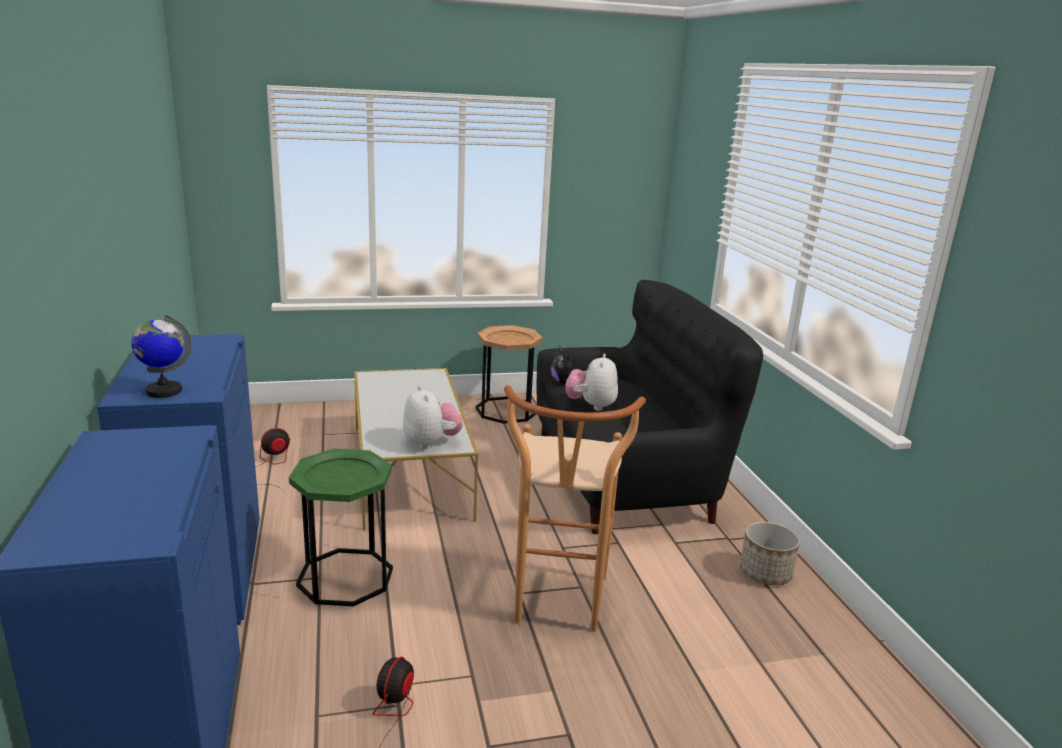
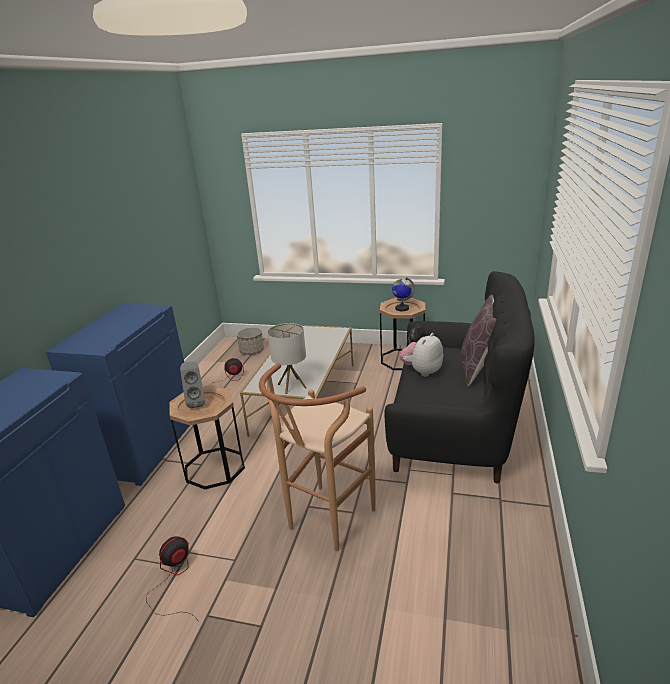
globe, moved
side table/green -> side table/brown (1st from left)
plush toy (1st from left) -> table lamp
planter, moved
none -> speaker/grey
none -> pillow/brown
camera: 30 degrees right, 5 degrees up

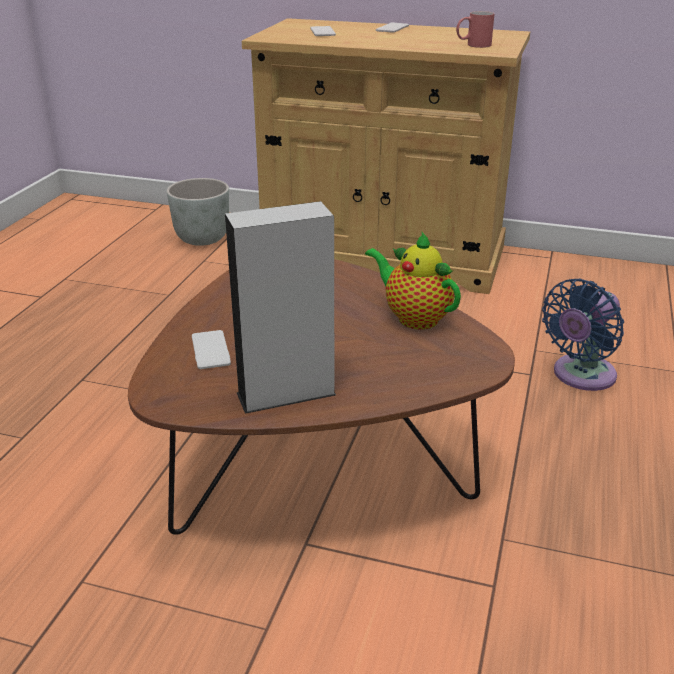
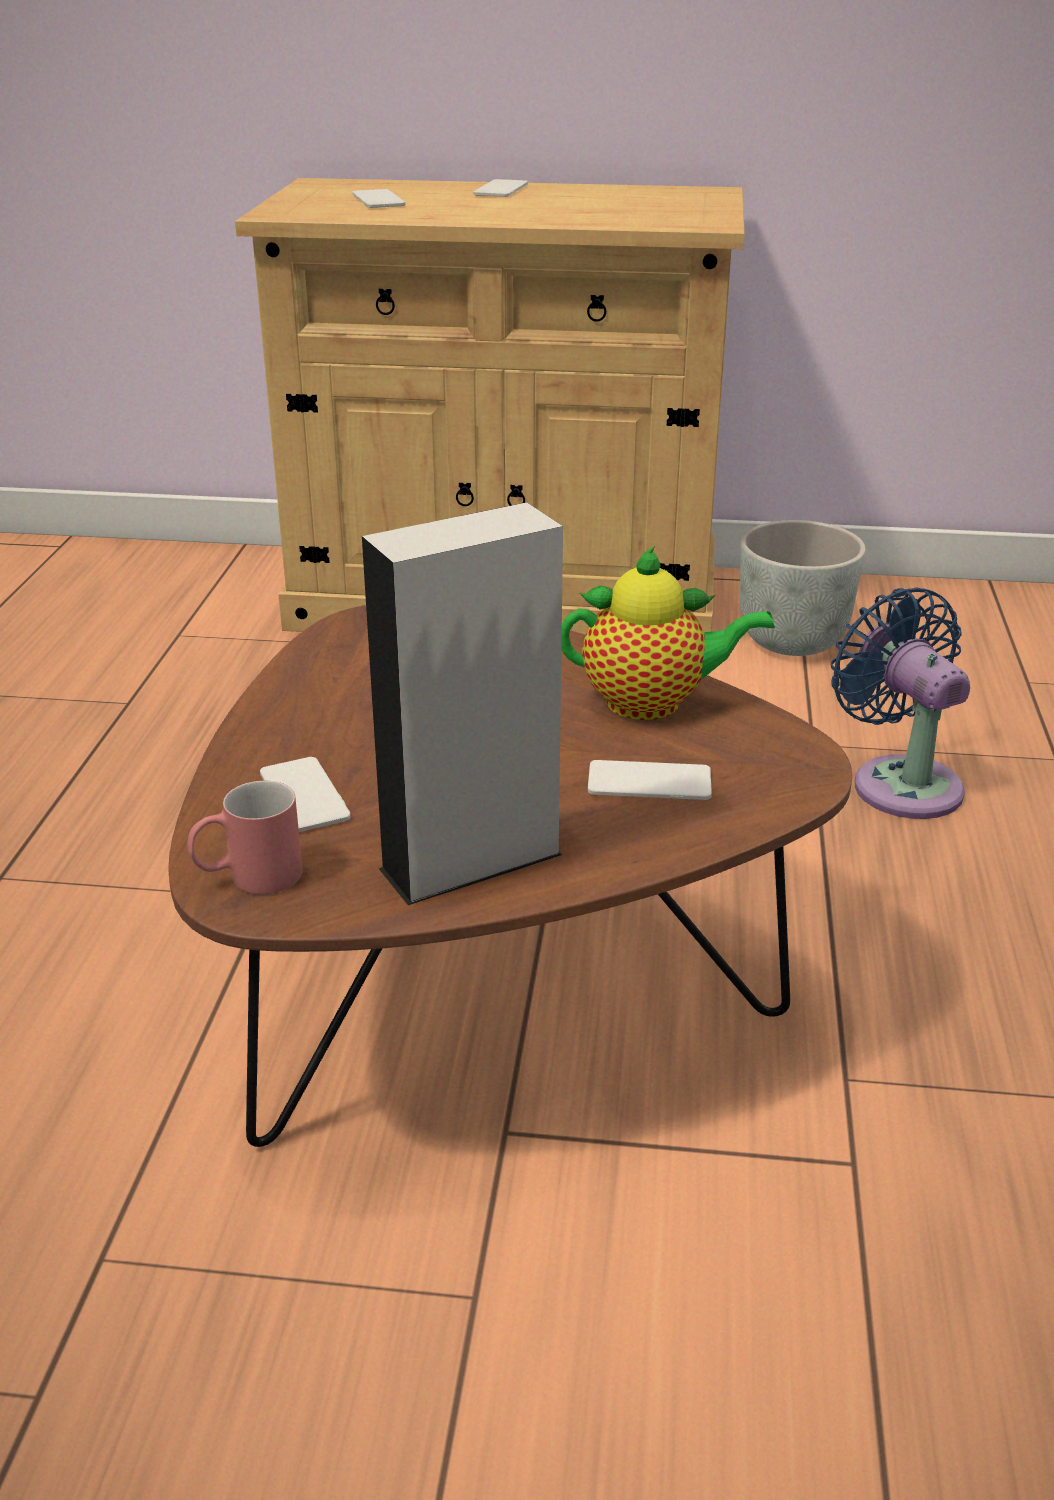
planter/grey, moved
teapot, 150 degrees clockwise
mug/red, moved
fan/blue, 120 degrees clockwise
none -> phone (4th from left)
camera: 10 degrees left, 0 degrees up

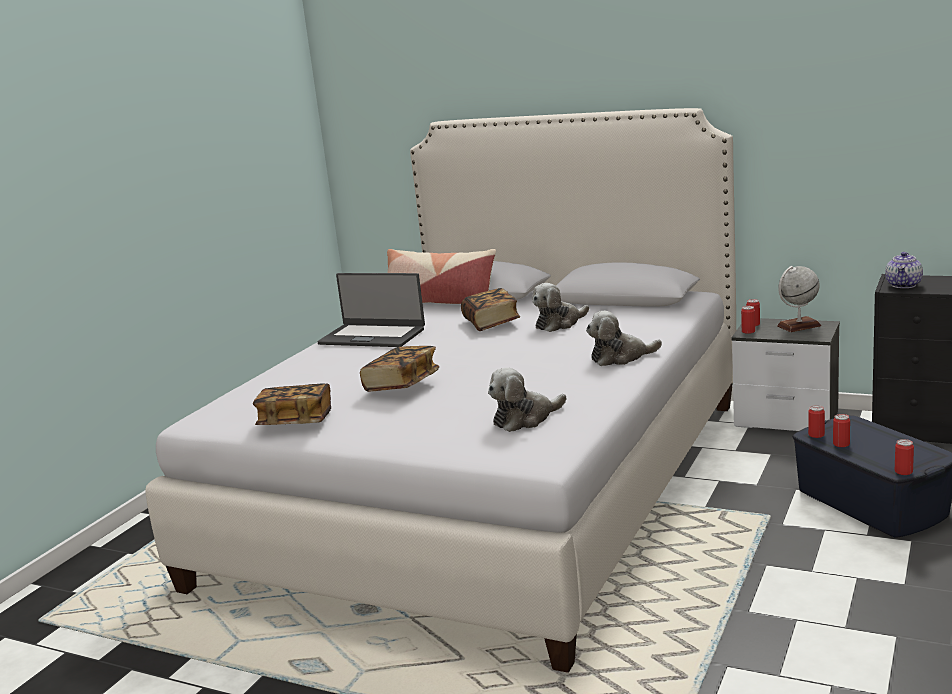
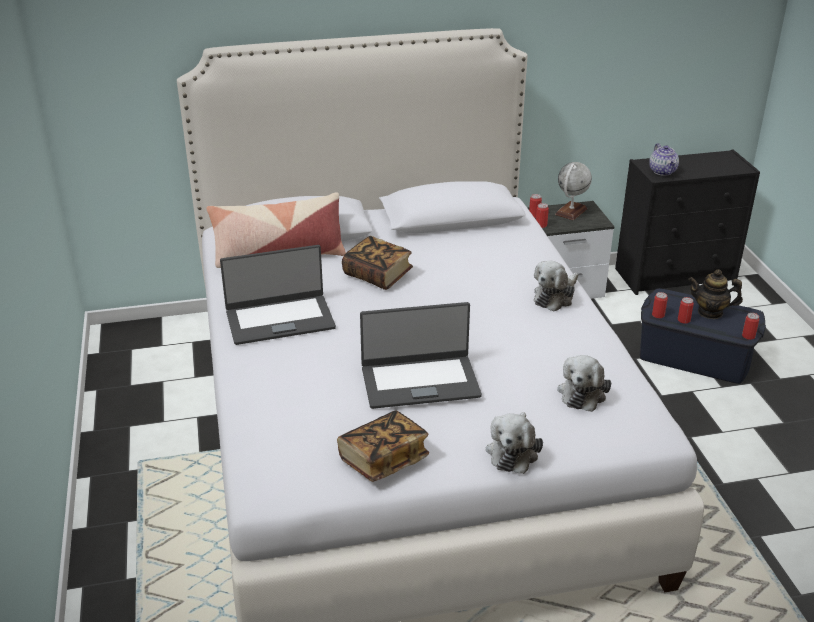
book (2nd from left) -> laptop (2nd from left)
plush toy (2nd from left in the first image) -> plush toy (1st from left), moved
none -> teapot (2nd from left)
camera: 40 degrees left, 15 degrees up

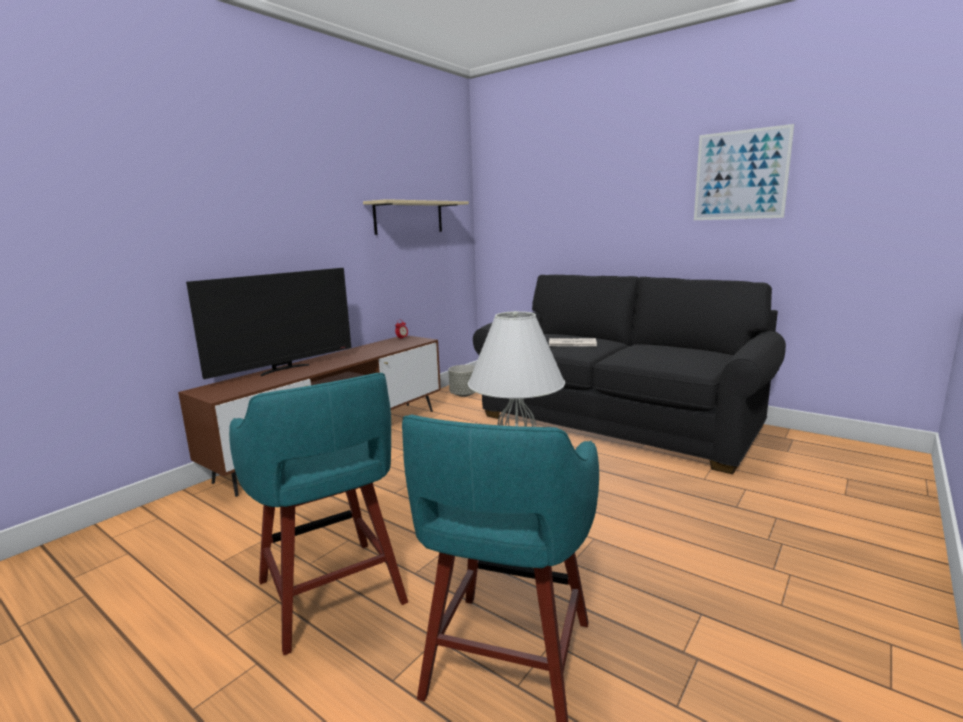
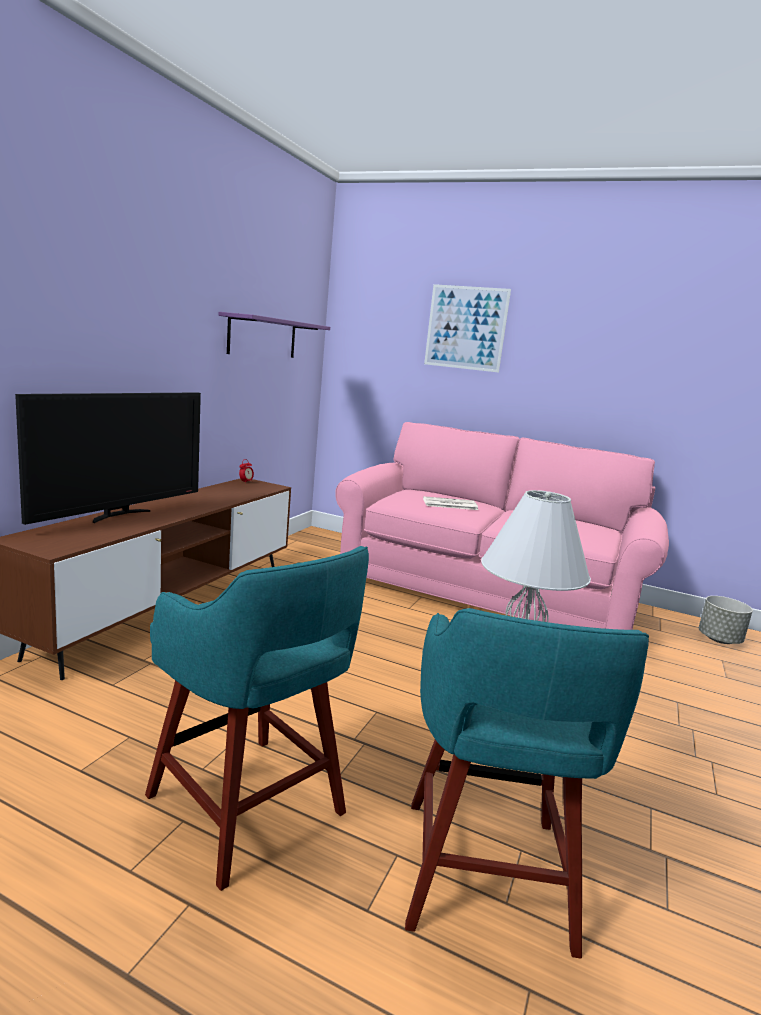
shelf/beige -> shelf/purple
planter/grey, moved
sofa/black -> sofa/pink
picture, moved
camera: 15 degrees left, 0 degrees up

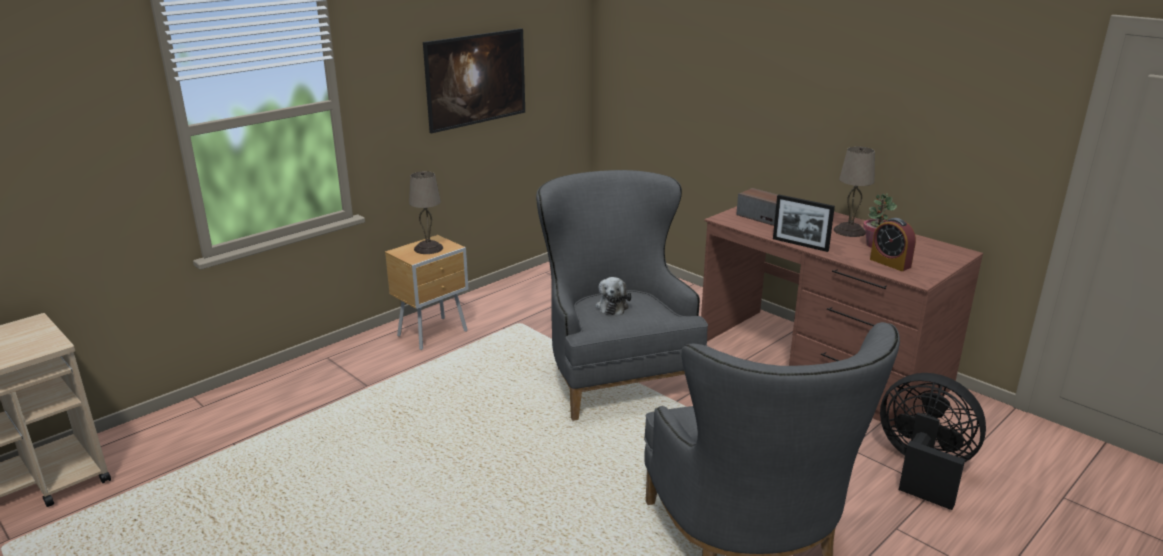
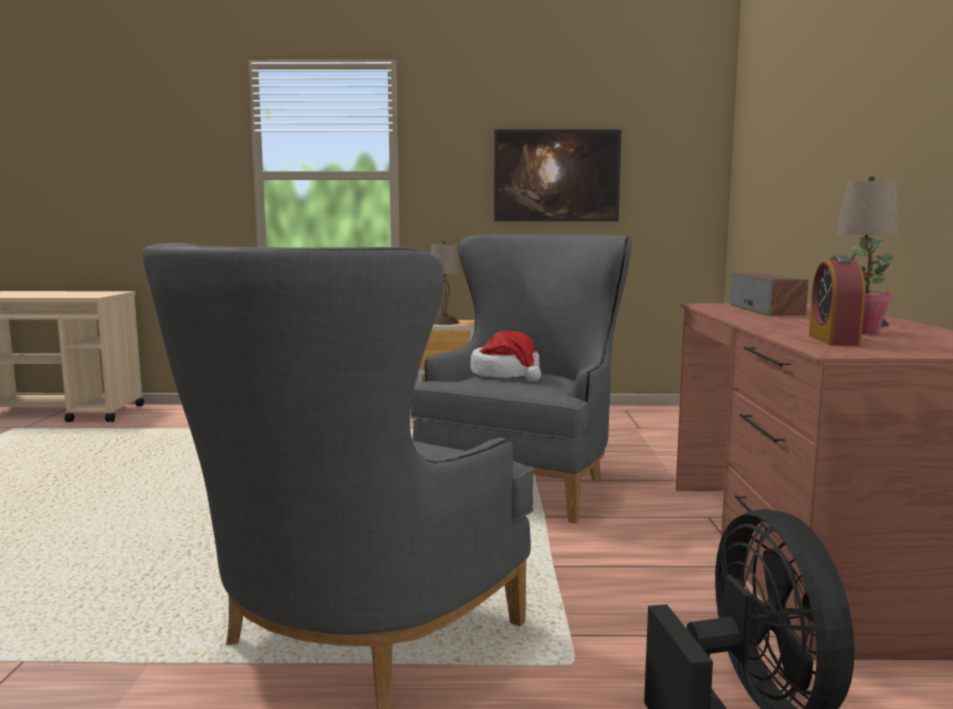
plush toy -> hat
picture frame -> none
camera: 45 degrees right, 15 degrees down

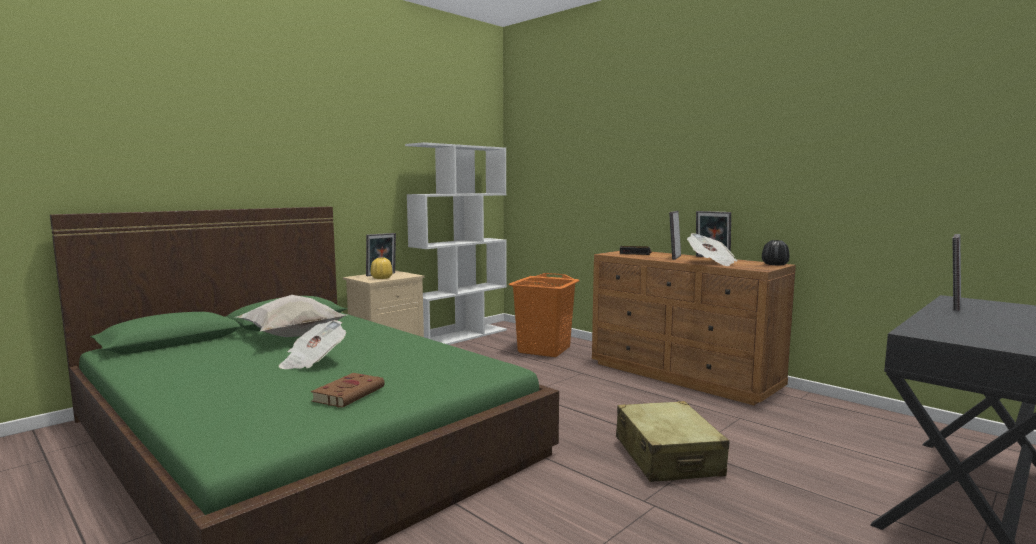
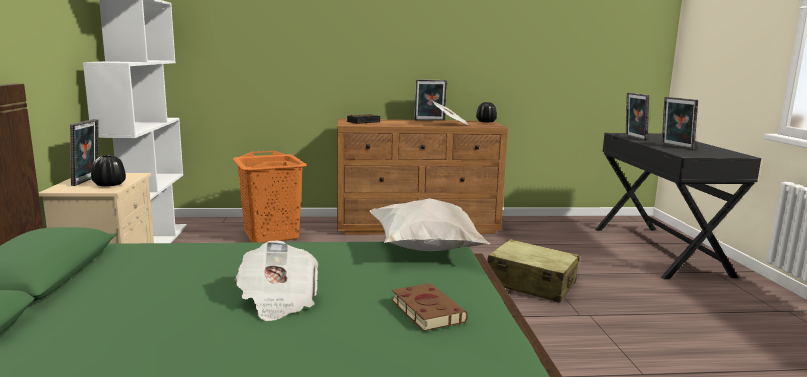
pillow/white, moved
vase/yellow -> vase/black (1st from left)
picture frame (2nd from left in the first image) -> picture frame (4th from left), moved
camera: 50 degrees left, 5 degrees up

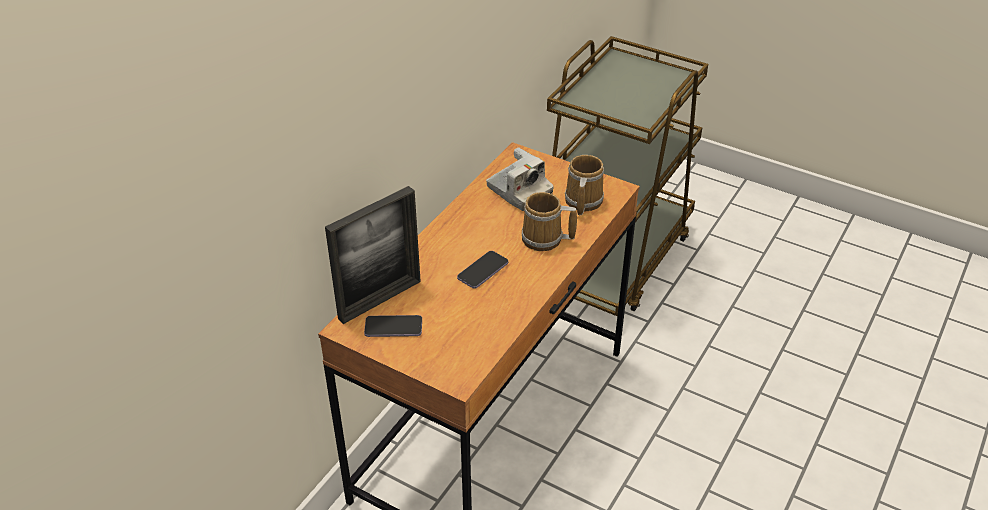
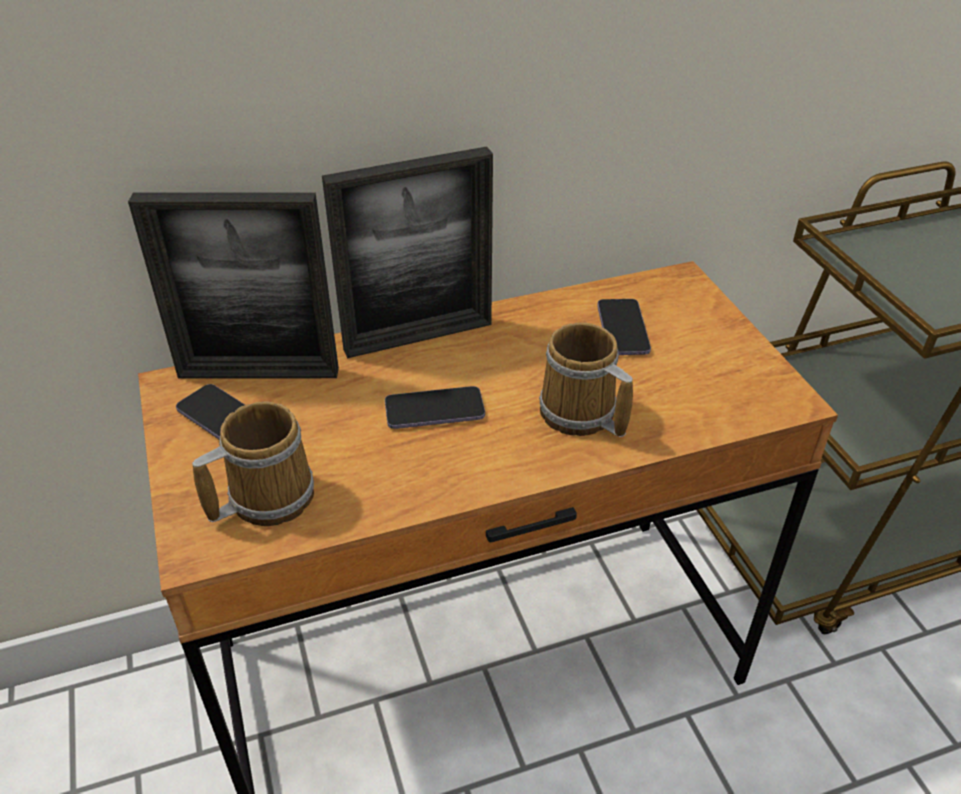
photo camera -> phone (3rd from left)
mug (2nd from left in the first image) -> mug (1st from left), moved
none -> picture frame (2nd from left)
camera: 40 degrees right, 0 degrees up

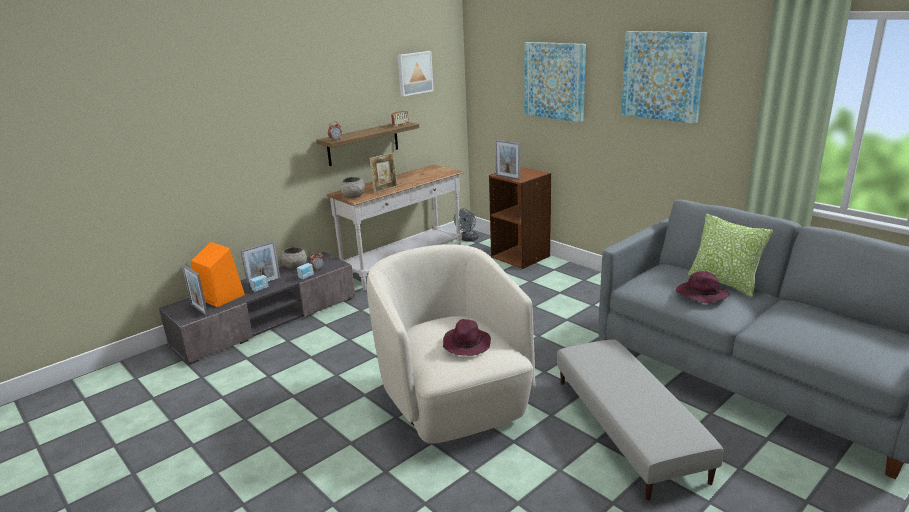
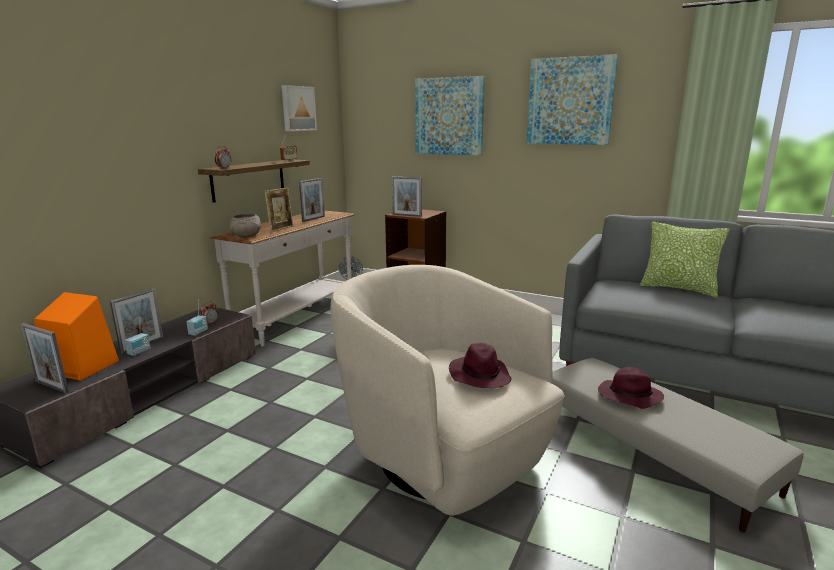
bowl/grey (1st from left) -> none
hat/purple (2nd from left), moved
none -> picture frame (4th from left)
camera: 20 degrees left, 5 degrees down

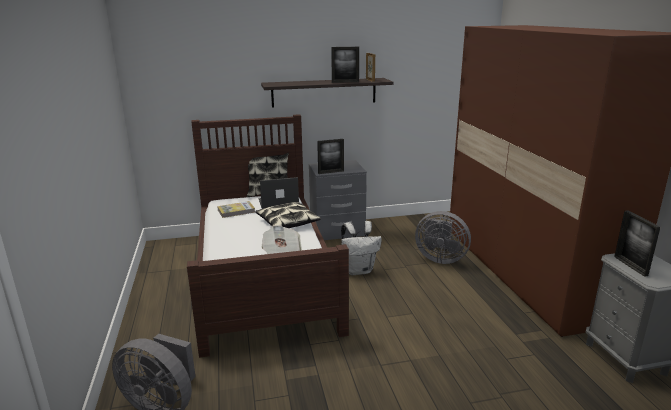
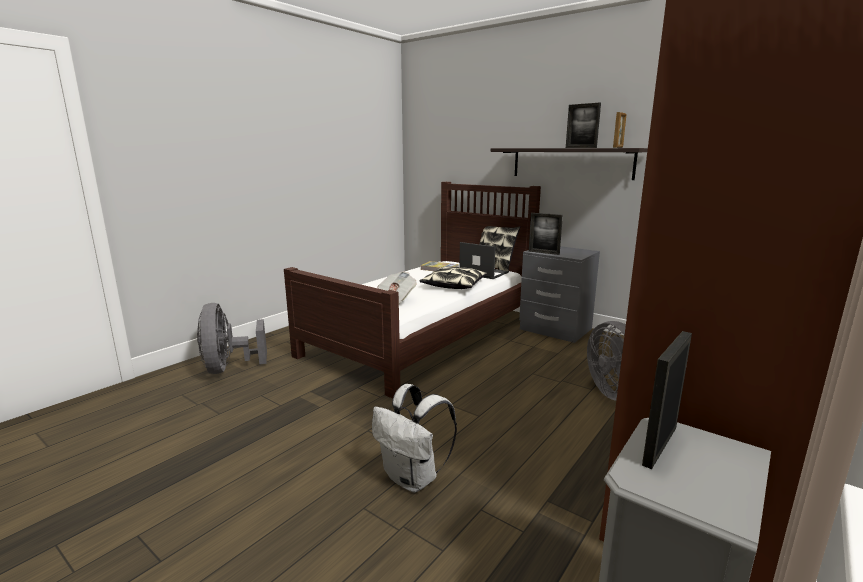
backpack/white, moved
camera: 50 degrees right, 5 degrees down

